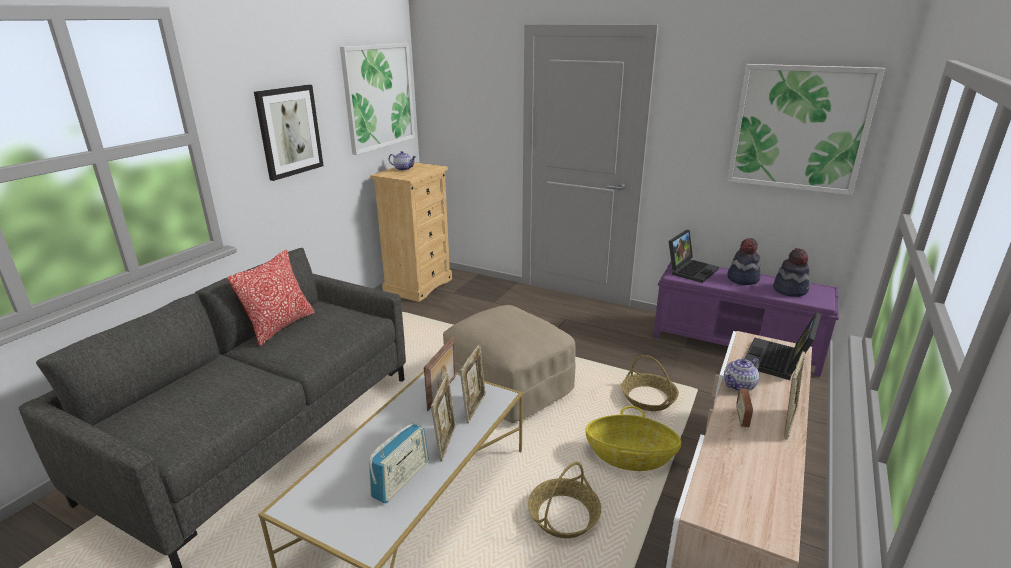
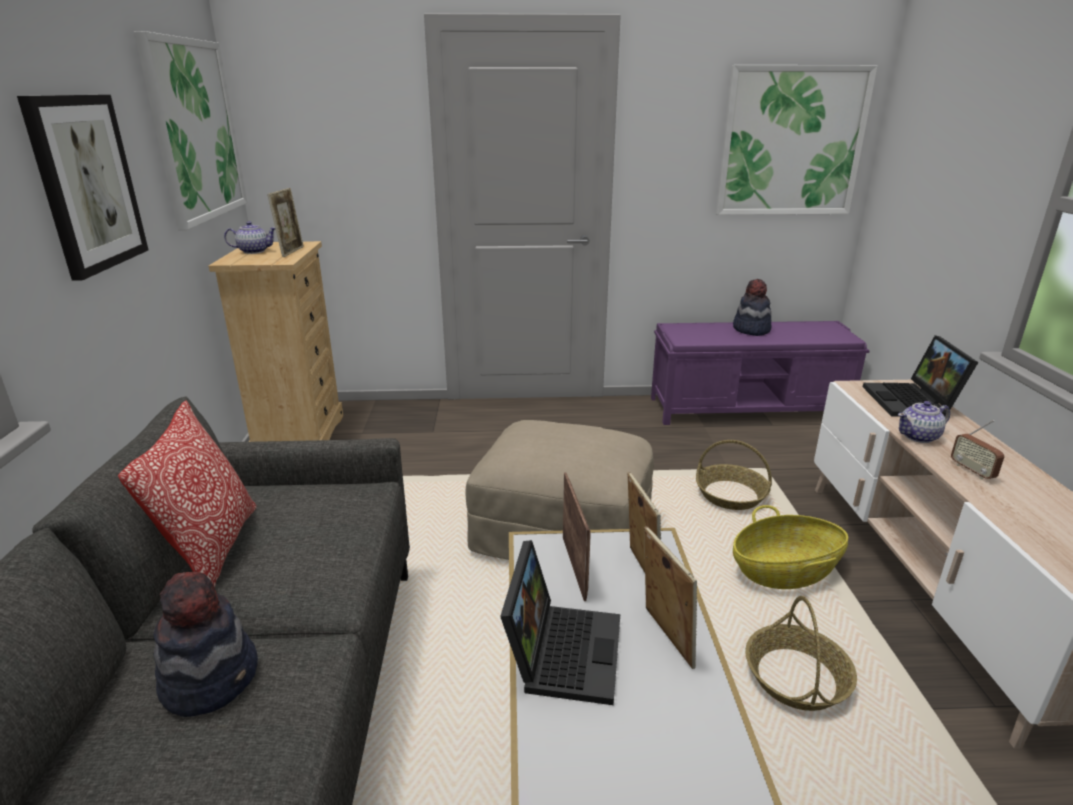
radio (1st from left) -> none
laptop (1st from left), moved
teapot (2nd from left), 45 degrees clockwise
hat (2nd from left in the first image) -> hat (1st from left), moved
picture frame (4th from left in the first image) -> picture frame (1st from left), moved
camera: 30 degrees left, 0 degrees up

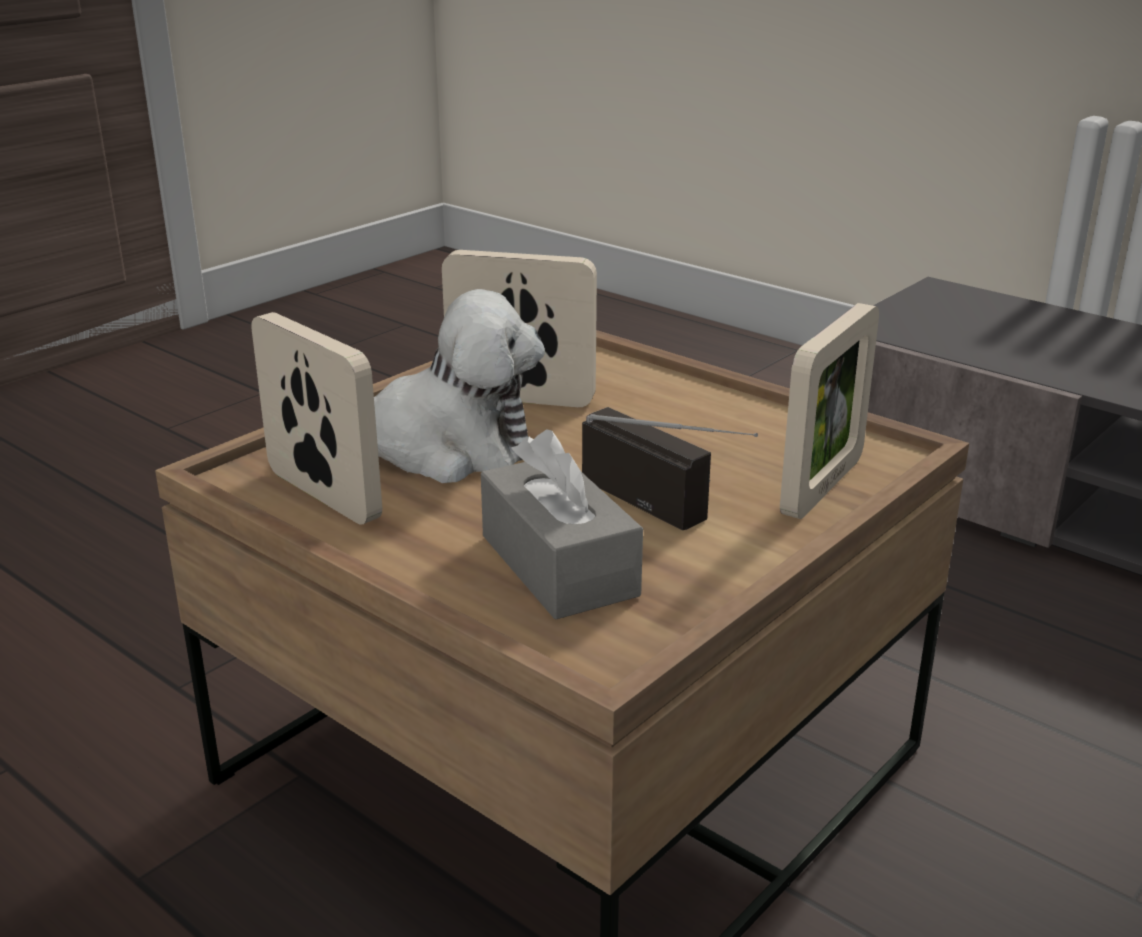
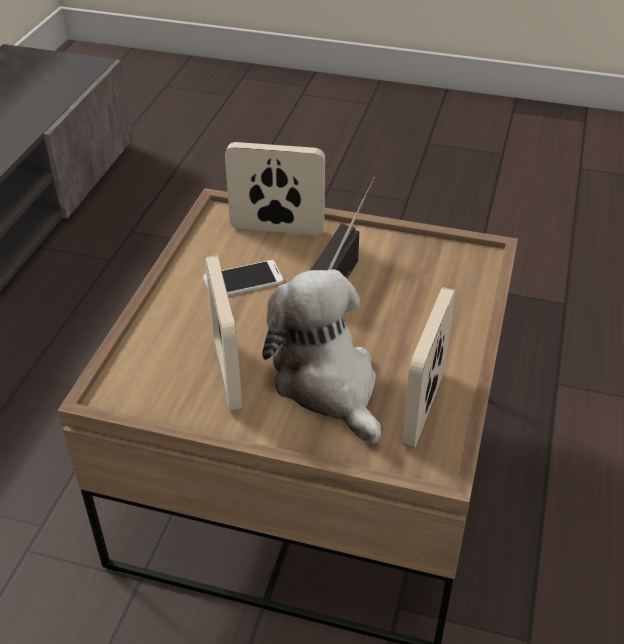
tissue box/grey -> none
none -> phone
camera: 115 degrees left, 15 degrees up

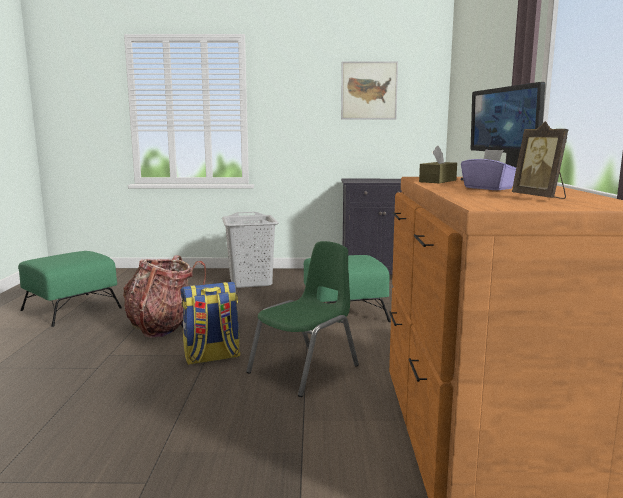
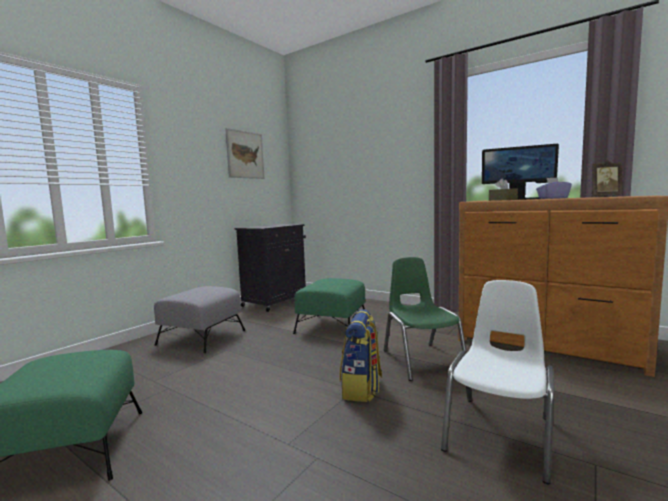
backpack (1st from left) -> none
laundry basket/grey -> ottoman/grey
none -> chair/white
camera: 55 degrees left, 5 degrees down

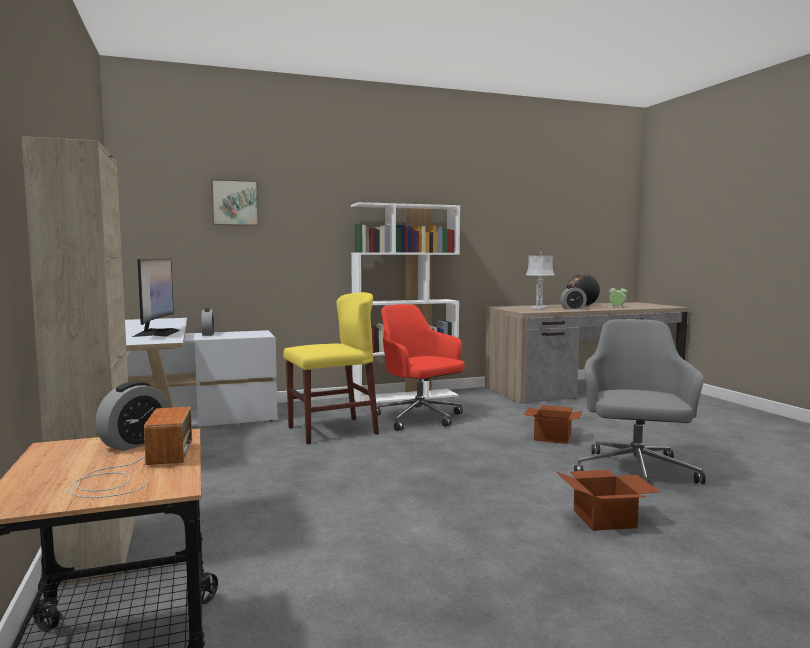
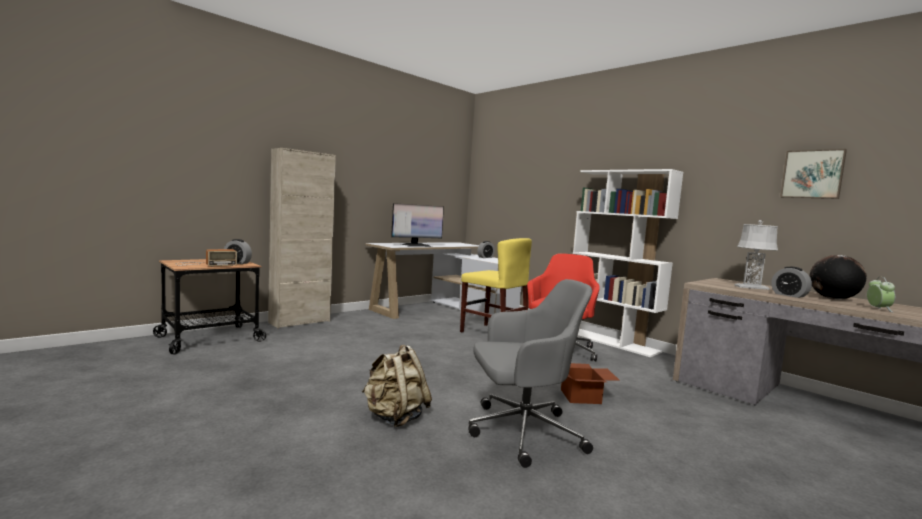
picture, moved
cardboard box (2nd from left) -> backpack/beige
camera: 65 degrees right, 0 degrees up

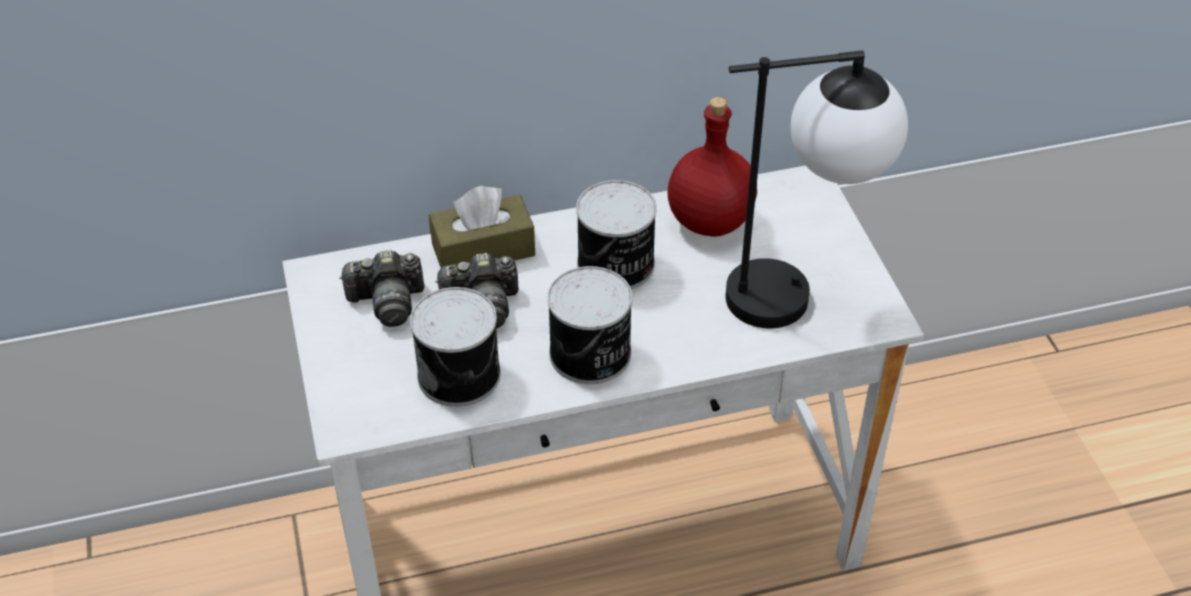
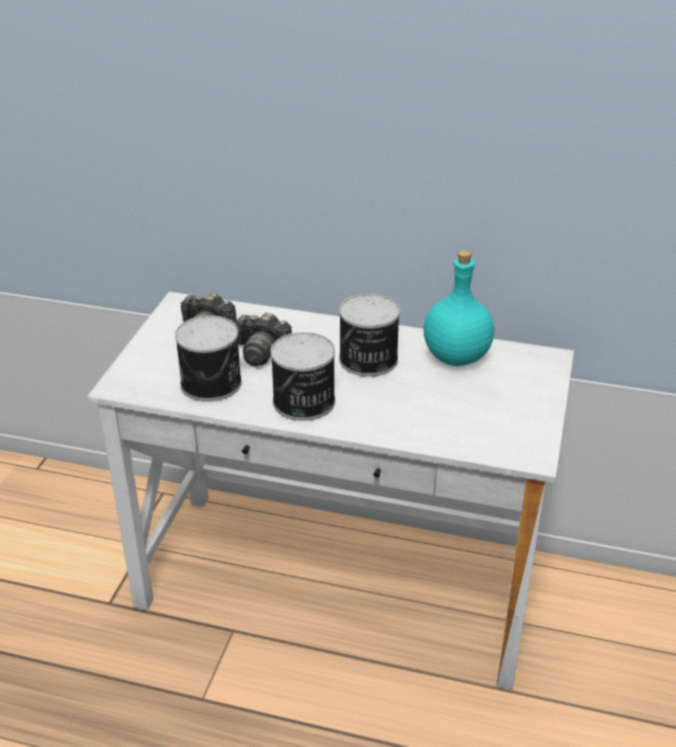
tissue box/brown -> none
bottle/red -> bottle/turquoise
table lamp -> none
camera: 30 degrees right, 10 degrees down

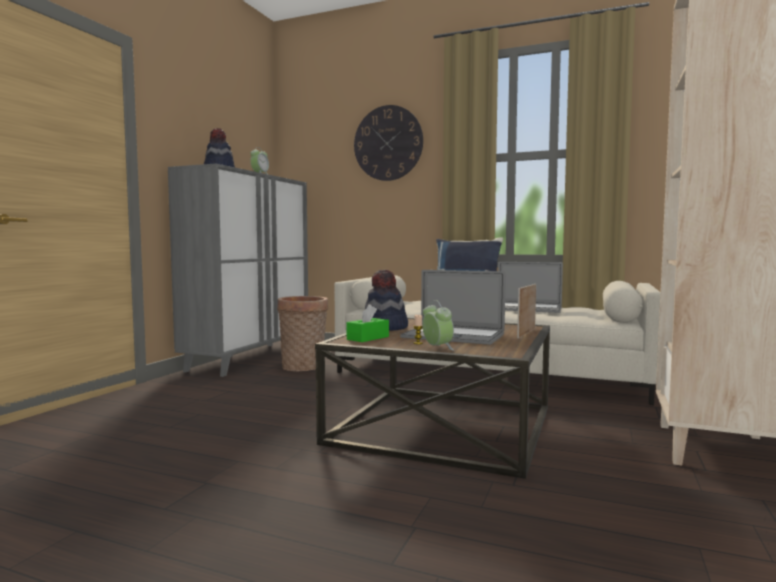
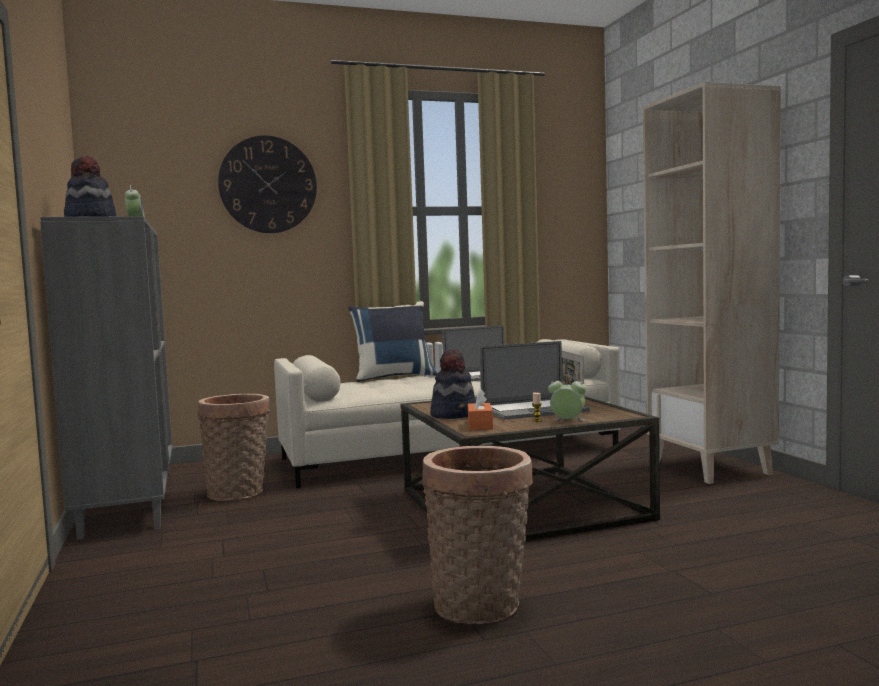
tissue box/green -> tissue box/orange
none -> basket (2nd from left)
camera: 40 degrees left, 0 degrees up

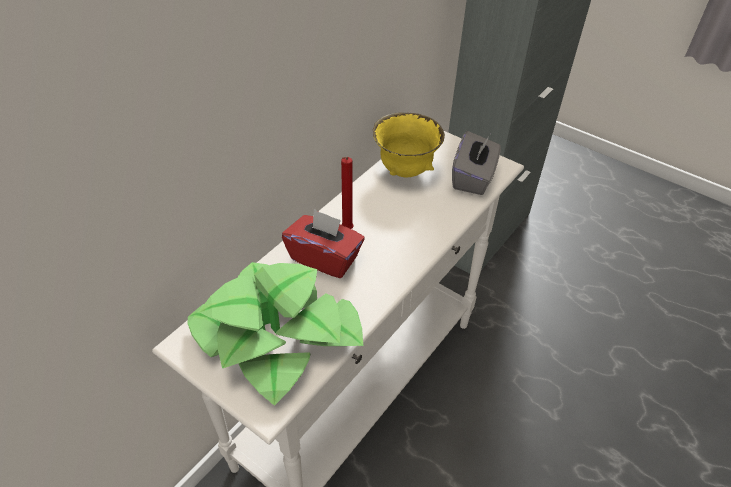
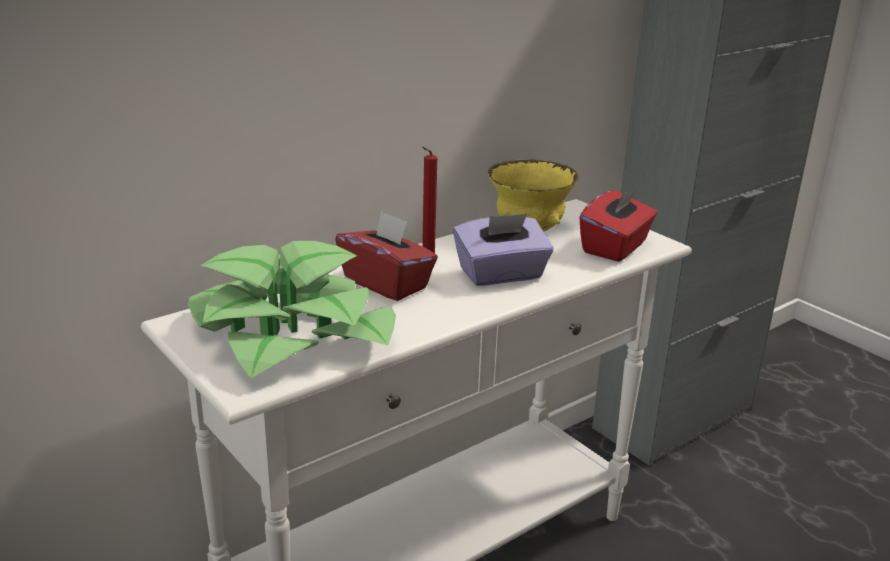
tissue box/grey -> tissue box/red (2nd from left)
none -> tissue box/purple
camera: 15 degrees right, 20 degrees down

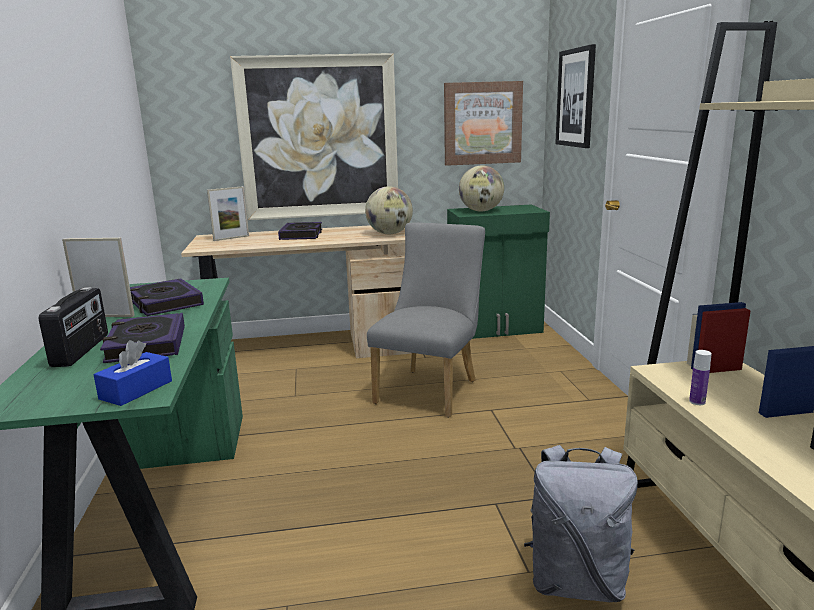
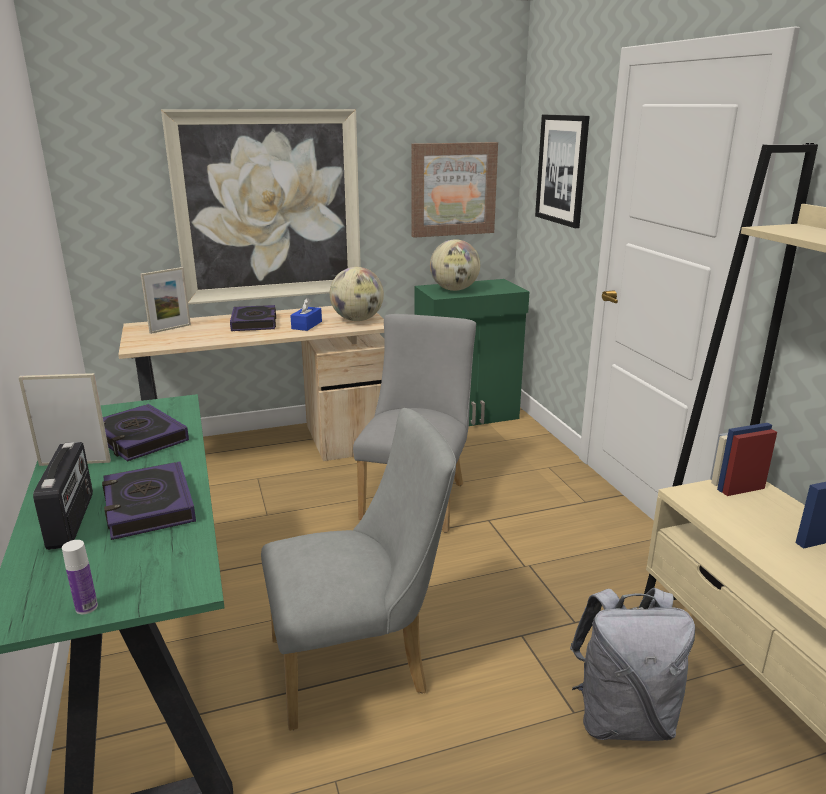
tissue box/blue, moved
bottle, moved
none -> chair/grey (1st from left)
camera: 10 degrees left, 5 degrees up

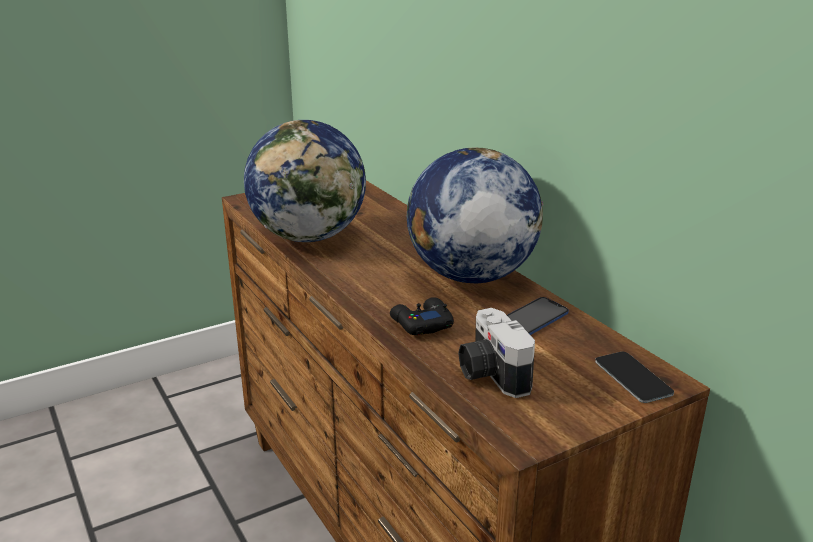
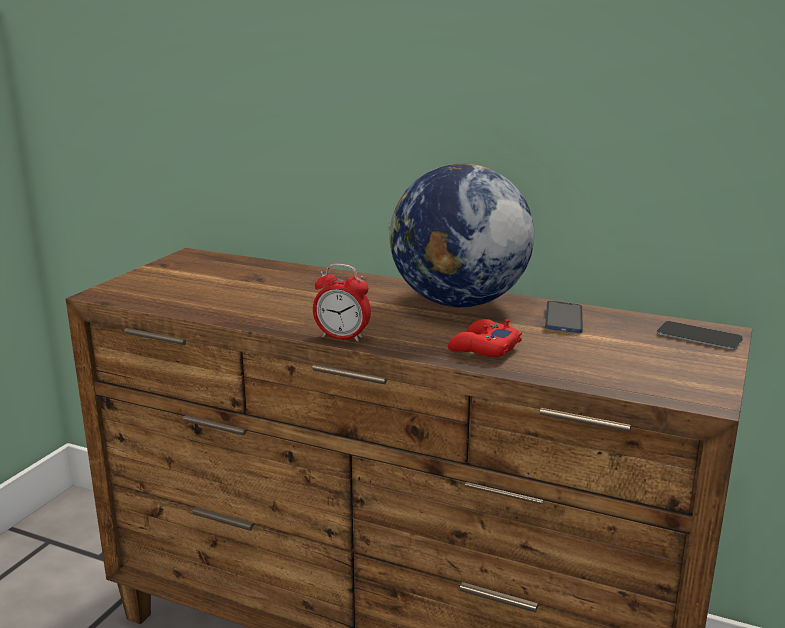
globe (1st from left) -> none
game controller/black -> game controller/red
photo camera -> none
none -> alarm clock
camera: 35 degrees left, 5 degrees down

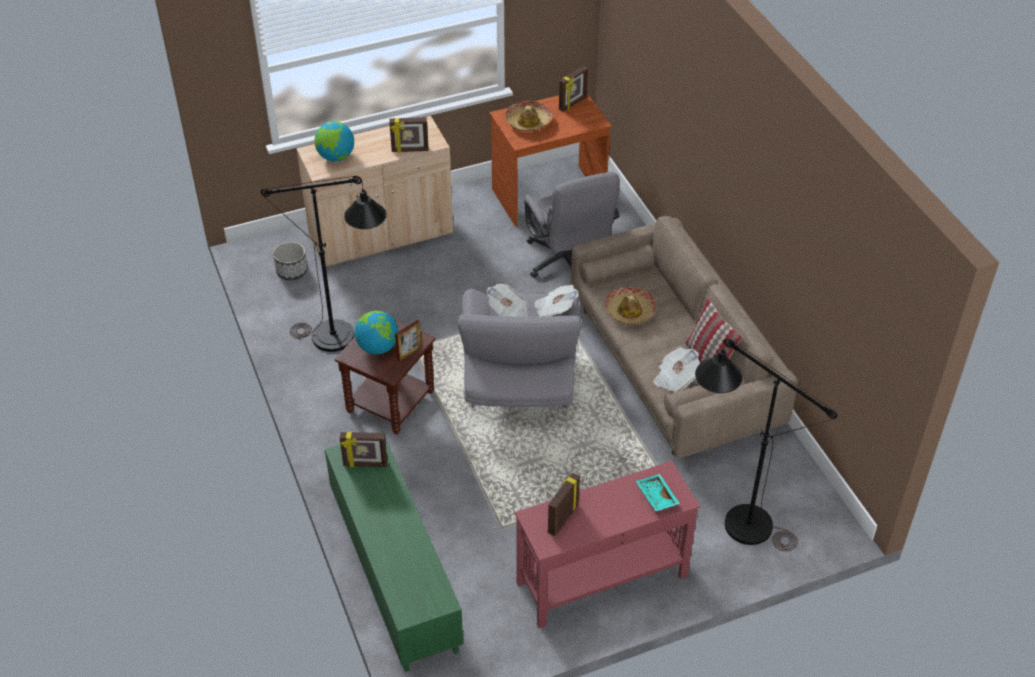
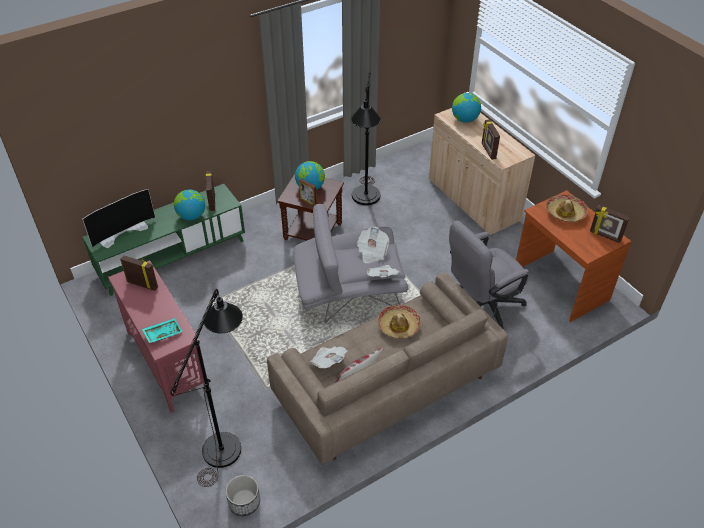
planter, moved
none -> television
none -> globe (1st from left)
camera: 80 degrees right, 0 degrees up

